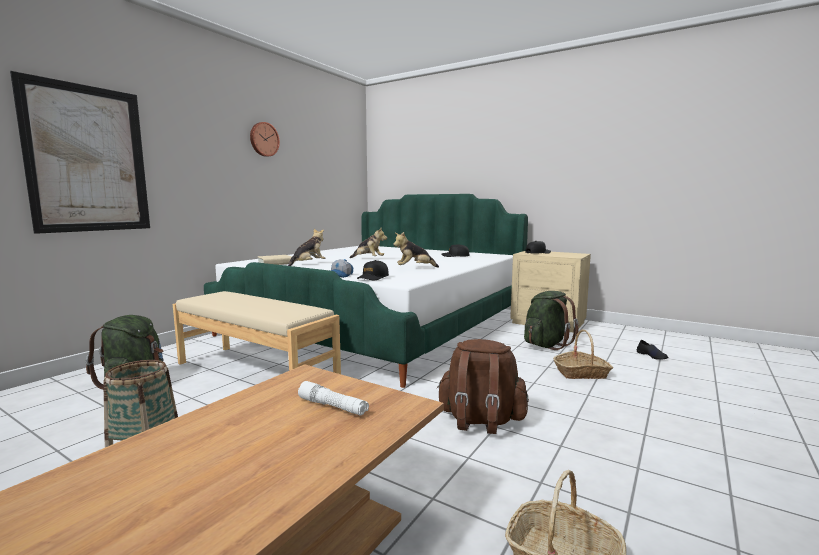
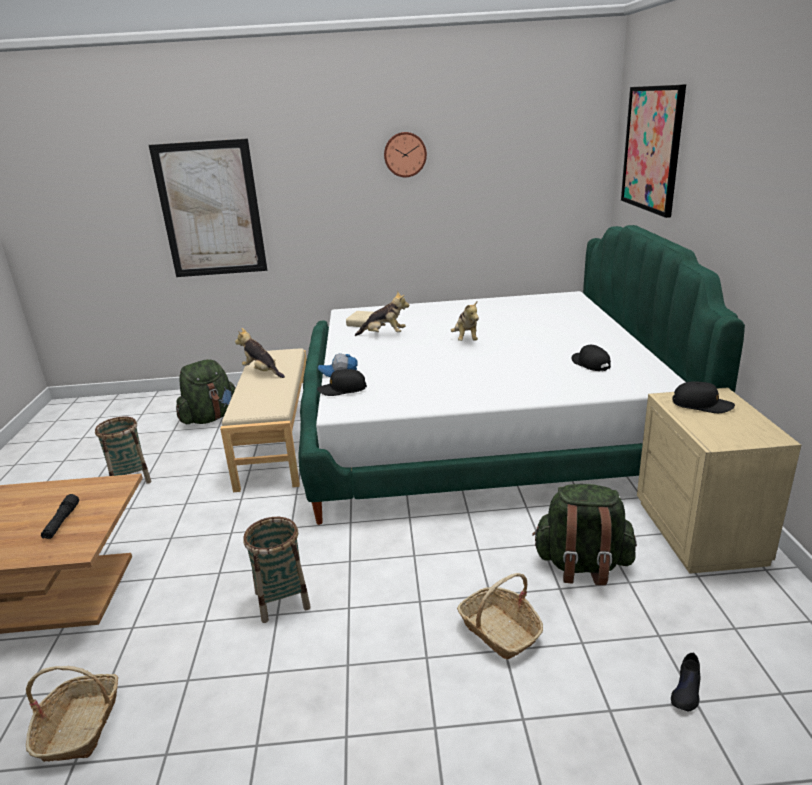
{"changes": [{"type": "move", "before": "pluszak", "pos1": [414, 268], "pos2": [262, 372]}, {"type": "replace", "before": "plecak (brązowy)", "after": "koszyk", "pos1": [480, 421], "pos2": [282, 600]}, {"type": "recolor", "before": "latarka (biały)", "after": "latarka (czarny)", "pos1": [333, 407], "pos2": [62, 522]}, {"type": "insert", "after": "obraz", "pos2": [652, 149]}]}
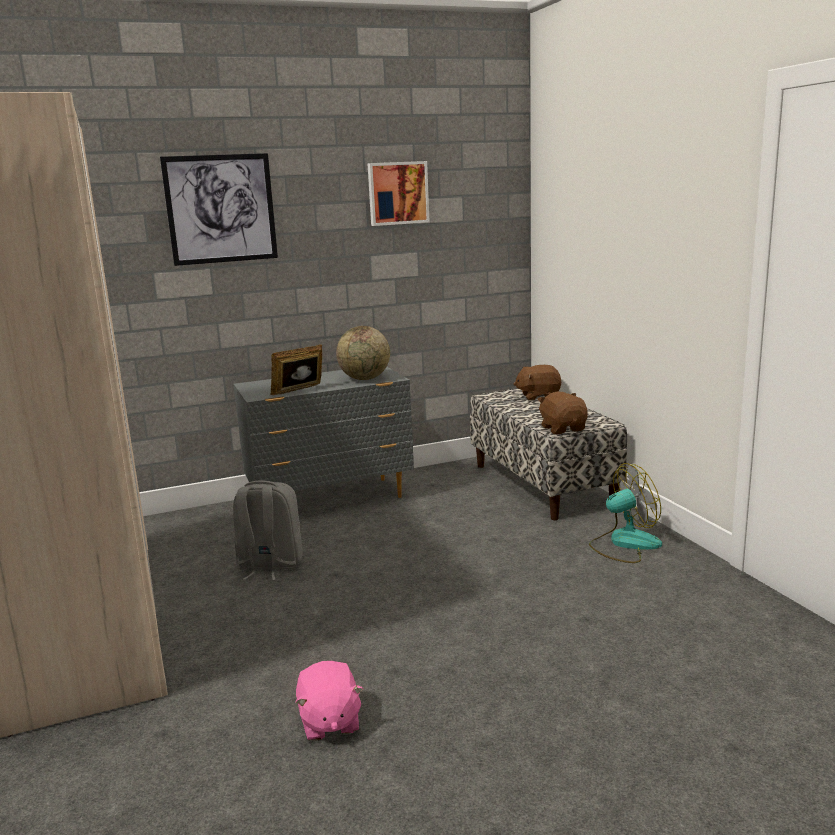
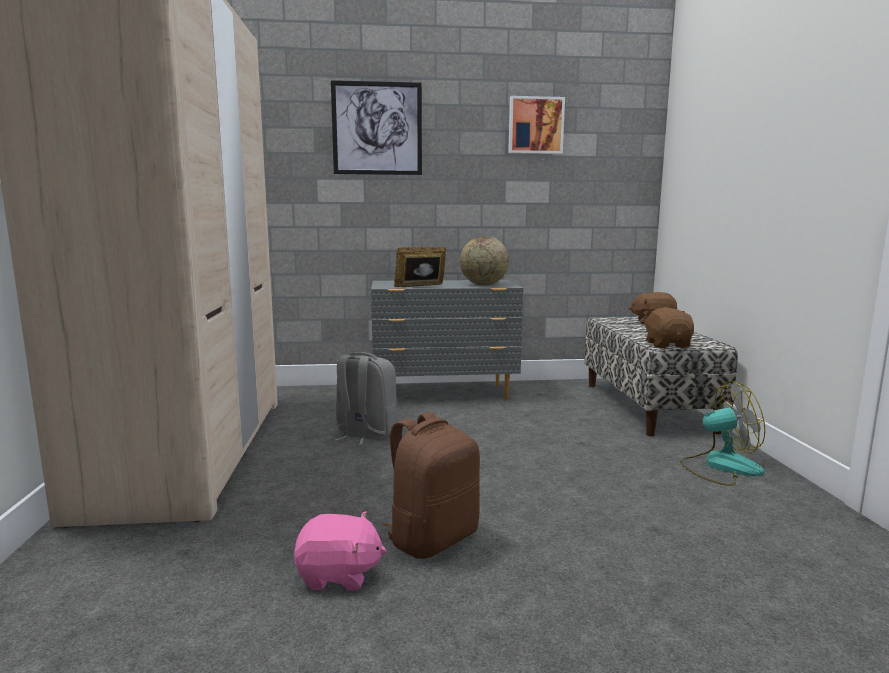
{"changes": [{"type": "rotate", "before": "pluszak (różowy)", "pos1": [329, 722], "pos2": [339, 575], "turn": -90}, {"type": "insert", "after": "plecak (brązowy)", "pos2": [432, 538]}]}
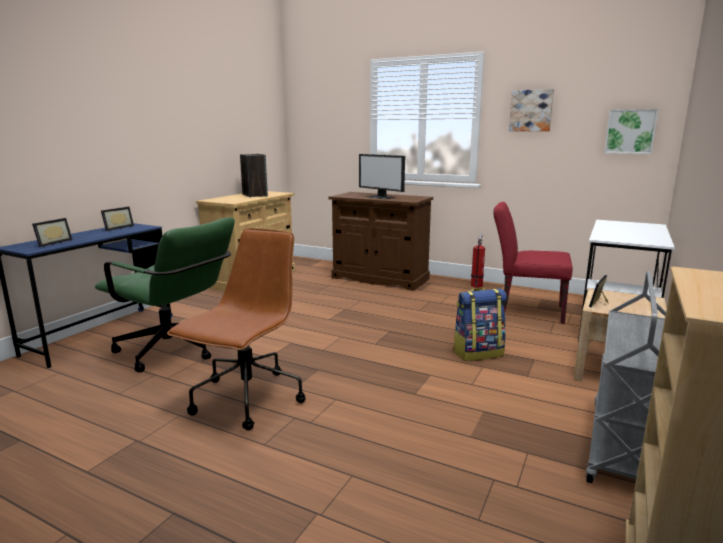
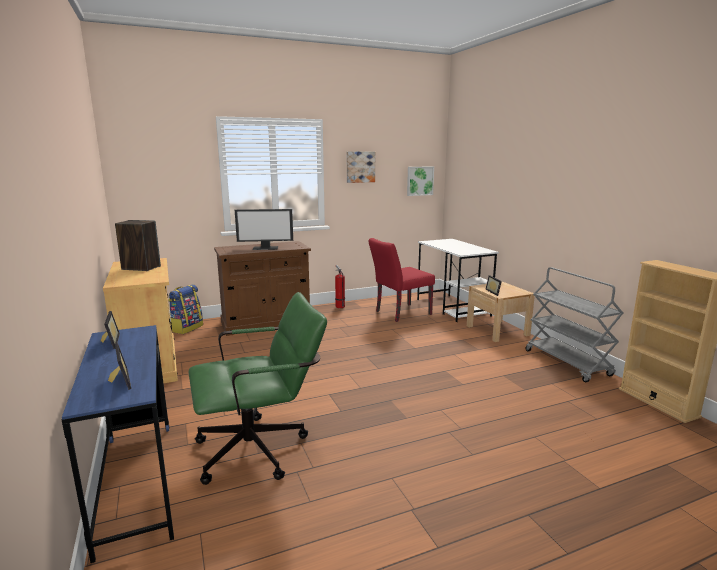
{"changes": [{"type": "delete", "before": "krzesło biurowe (brązowy)", "pos1": [247, 400]}, {"type": "move", "before": "plecak", "pos1": [478, 353], "pos2": [187, 328]}]}
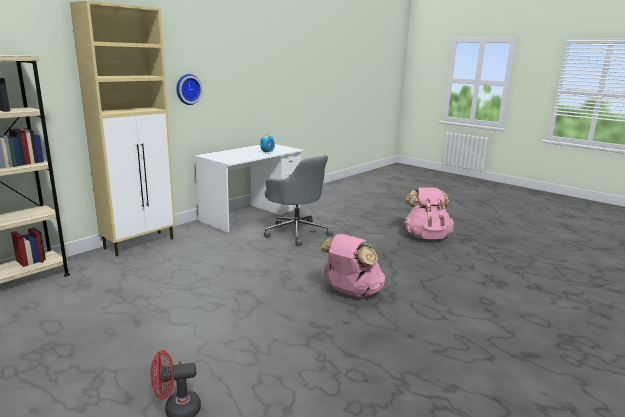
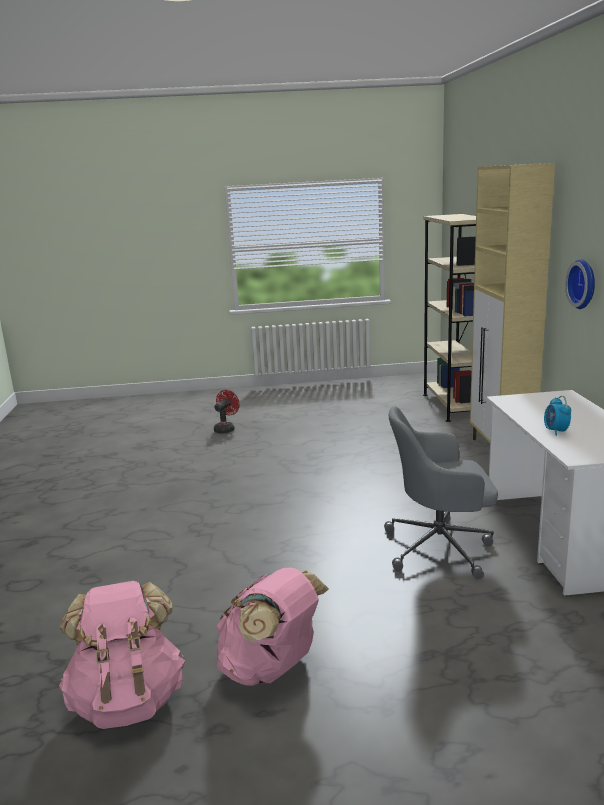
{"changes": [{"type": "move", "before": "plecak (różowy)", "pos1": [351, 292], "pos2": [128, 700]}]}
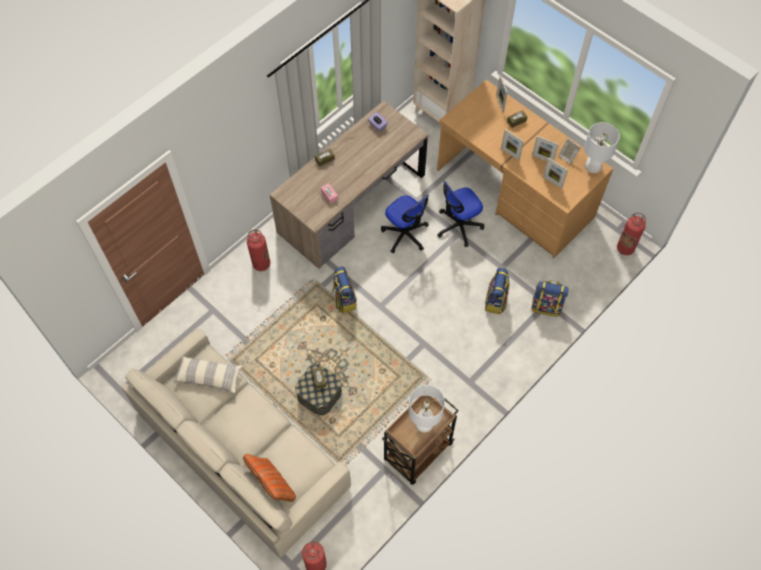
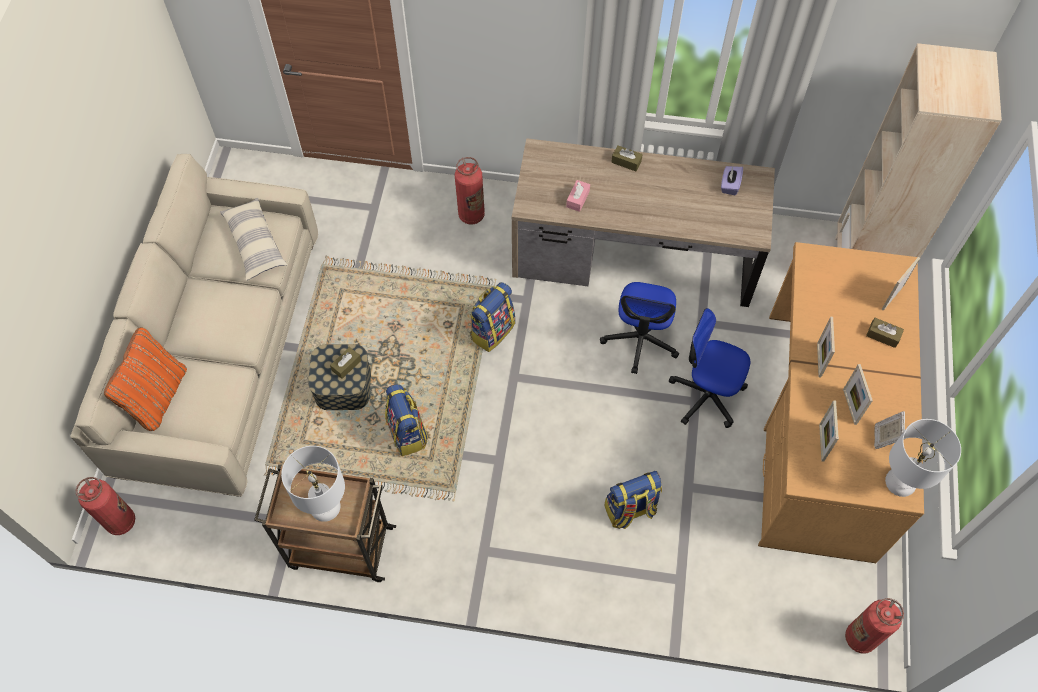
{"changes": [{"type": "move", "before": "plecak", "pos1": [546, 306], "pos2": [408, 433]}]}
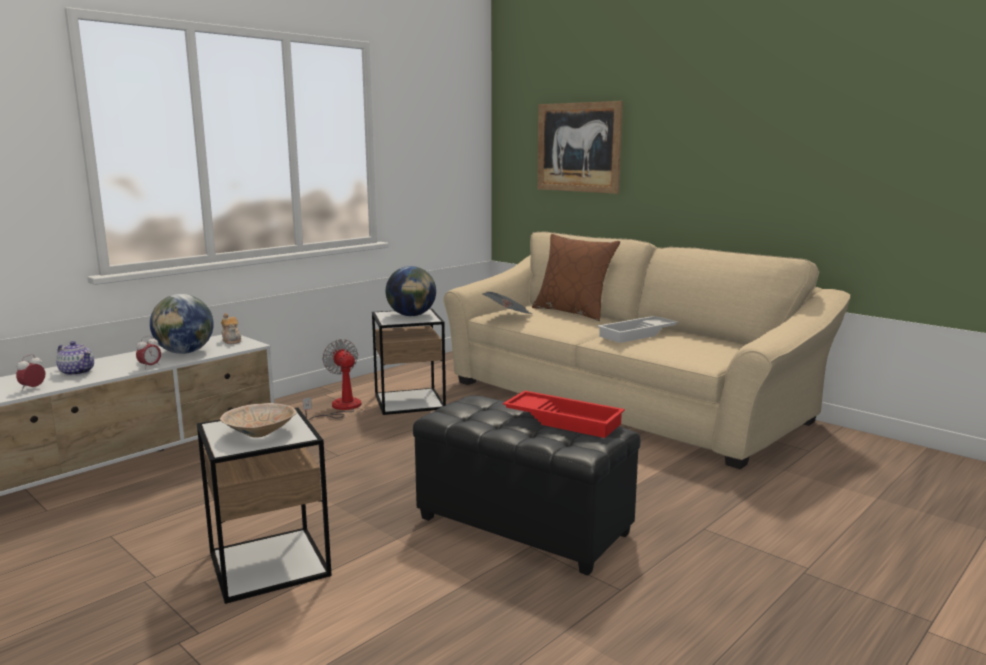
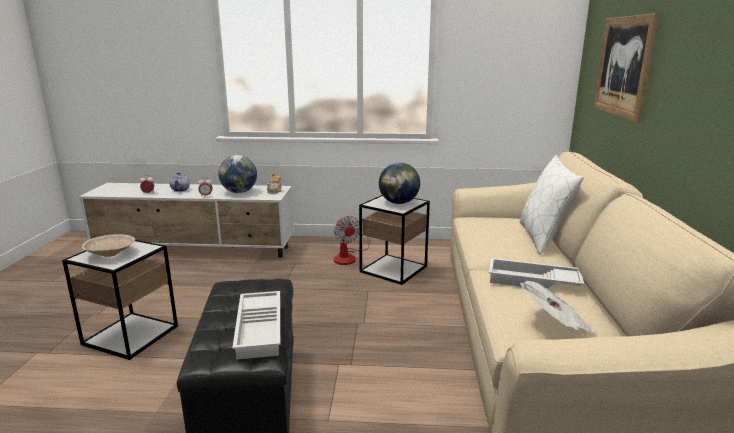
{"changes": [{"type": "recolor", "before": "poduszka (brązowy)", "after": "poduszka (biały)", "pos1": [573, 312], "pos2": [543, 238]}, {"type": "move", "before": "gazeta", "pos1": [508, 316], "pos2": [555, 324]}, {"type": "rotate", "before": "wentylator", "pos1": [340, 408], "pos2": [348, 257], "turn": 135}, {"type": "recolor", "before": "taca (czerwony)", "after": "taca (biały)", "pos1": [564, 420], "pos2": [261, 329]}]}
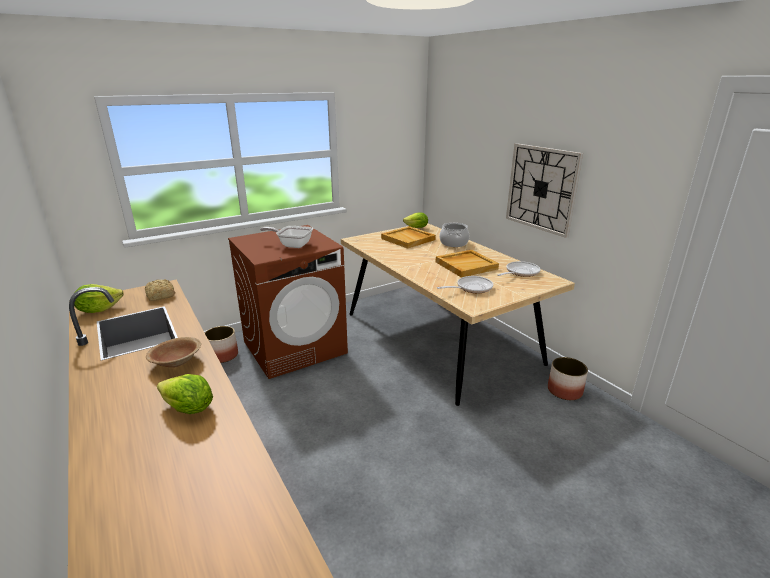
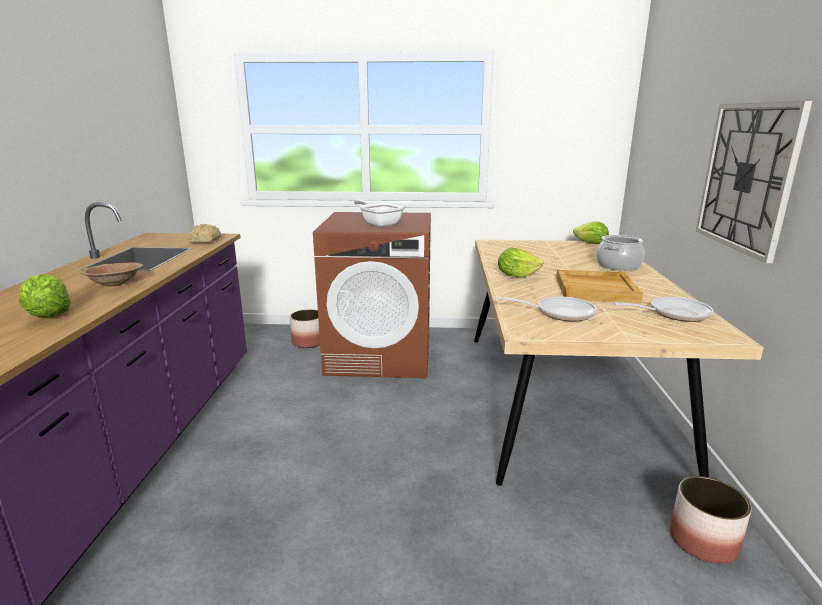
{"changes": [{"type": "delete", "before": "taca (beżowy)", "pos1": [408, 239]}, {"type": "move", "before": "sałata", "pos1": [99, 309], "pos2": [516, 275]}]}
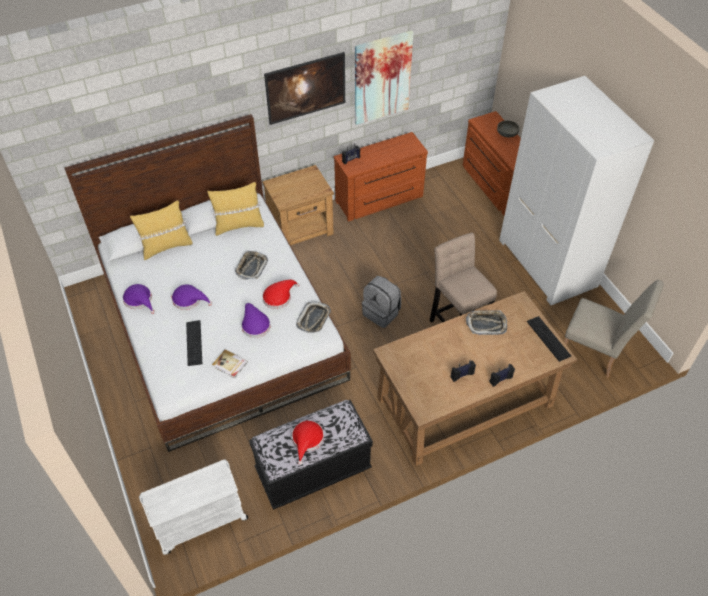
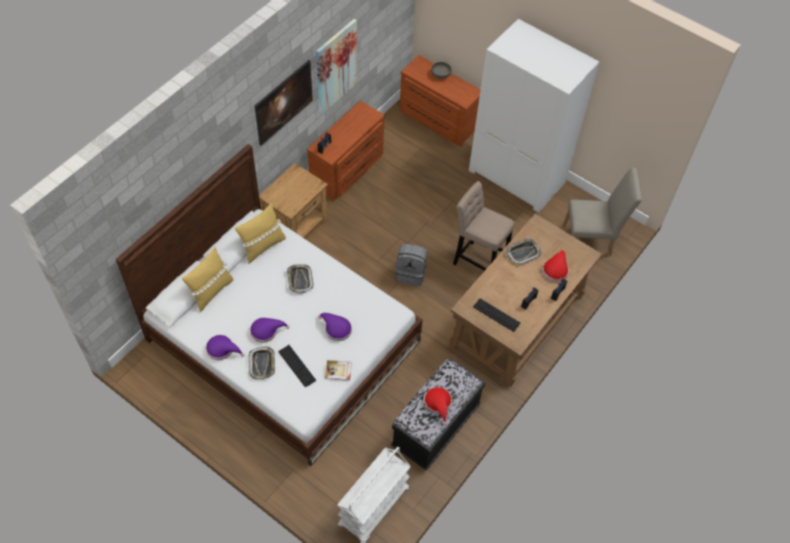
{"changes": [{"type": "move", "before": "kapelusz (czerwony)", "pos1": [279, 297], "pos2": [555, 269]}, {"type": "move", "before": "taca", "pos1": [314, 319], "pos2": [262, 364]}, {"type": "move", "before": "klawiatura", "pos1": [548, 338], "pos2": [496, 315]}]}
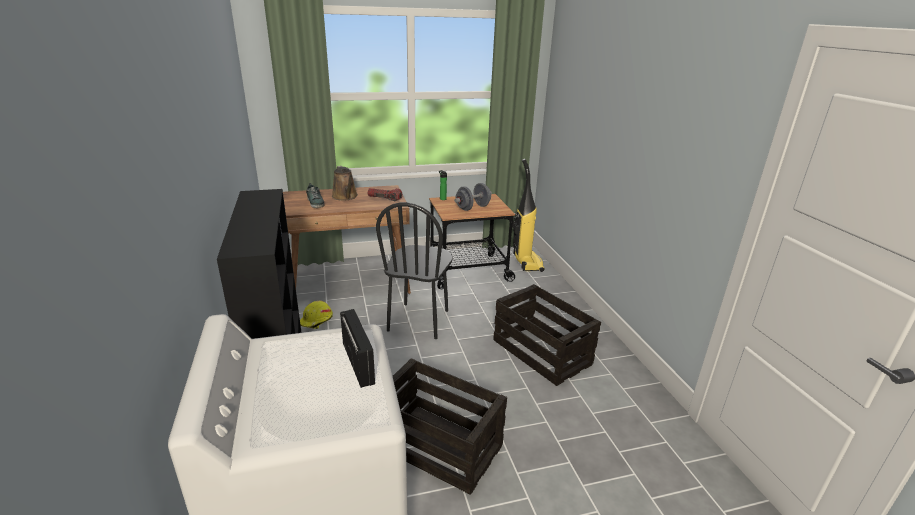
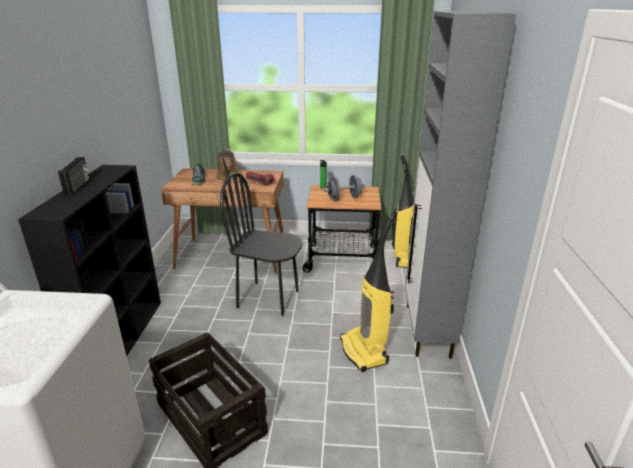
{"changes": [{"type": "rotate", "before": "krzesło (czarny)", "pos1": [419, 320], "pos2": [268, 298], "turn": 75}, {"type": "replace", "before": "skrzynka", "after": "odkurzacz", "pos1": [542, 352], "pos2": [364, 351]}, {"type": "delete", "before": "kask (żółty)", "pos1": [316, 321]}, {"type": "move", "before": "radio", "pos1": [359, 362], "pos2": [78, 187]}, {"type": "insert", "after": "szafka (szary)", "pos2": [427, 331]}]}
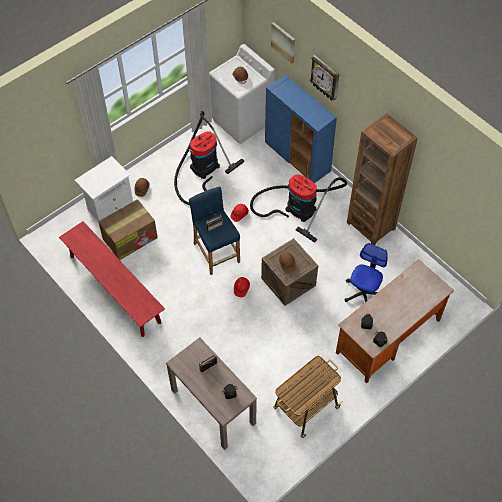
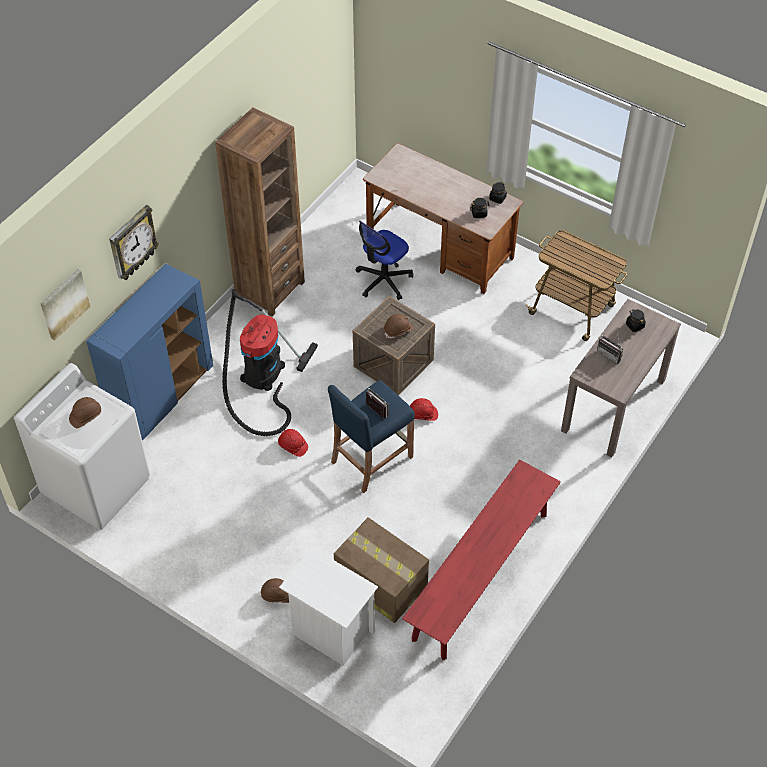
{"changes": [{"type": "delete", "before": "odkurzacz", "pos1": [203, 169]}, {"type": "rotate", "before": "krzesło biurowe", "pos1": [363, 293], "pos2": [383, 280], "turn": -60}]}
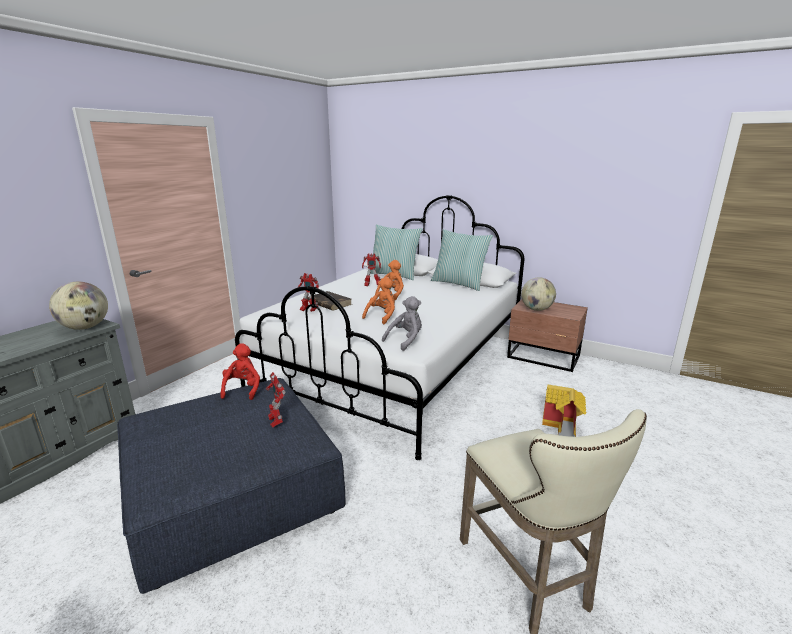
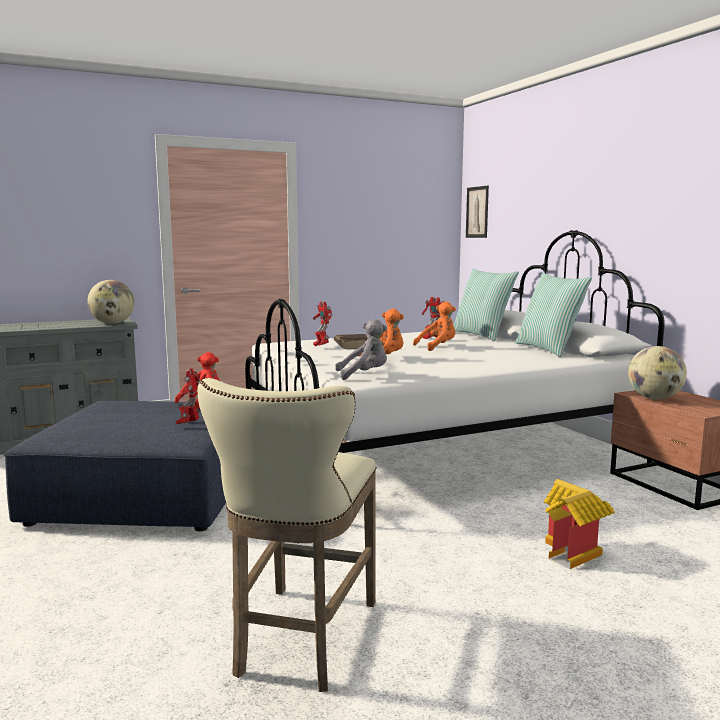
{"changes": [{"type": "insert", "after": "obraz", "pos2": [477, 212]}]}
